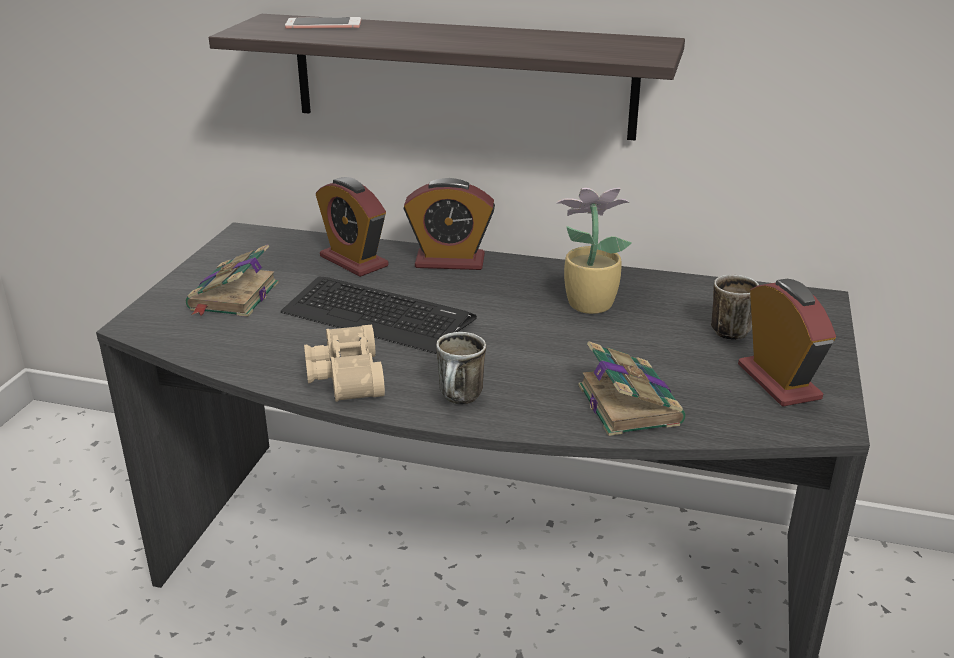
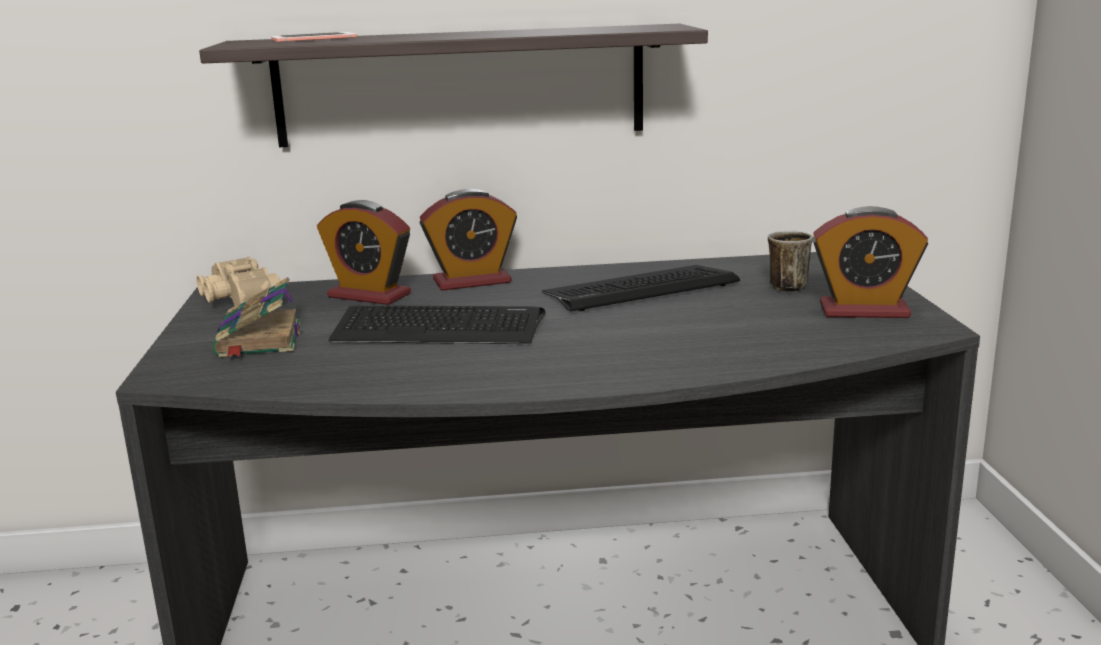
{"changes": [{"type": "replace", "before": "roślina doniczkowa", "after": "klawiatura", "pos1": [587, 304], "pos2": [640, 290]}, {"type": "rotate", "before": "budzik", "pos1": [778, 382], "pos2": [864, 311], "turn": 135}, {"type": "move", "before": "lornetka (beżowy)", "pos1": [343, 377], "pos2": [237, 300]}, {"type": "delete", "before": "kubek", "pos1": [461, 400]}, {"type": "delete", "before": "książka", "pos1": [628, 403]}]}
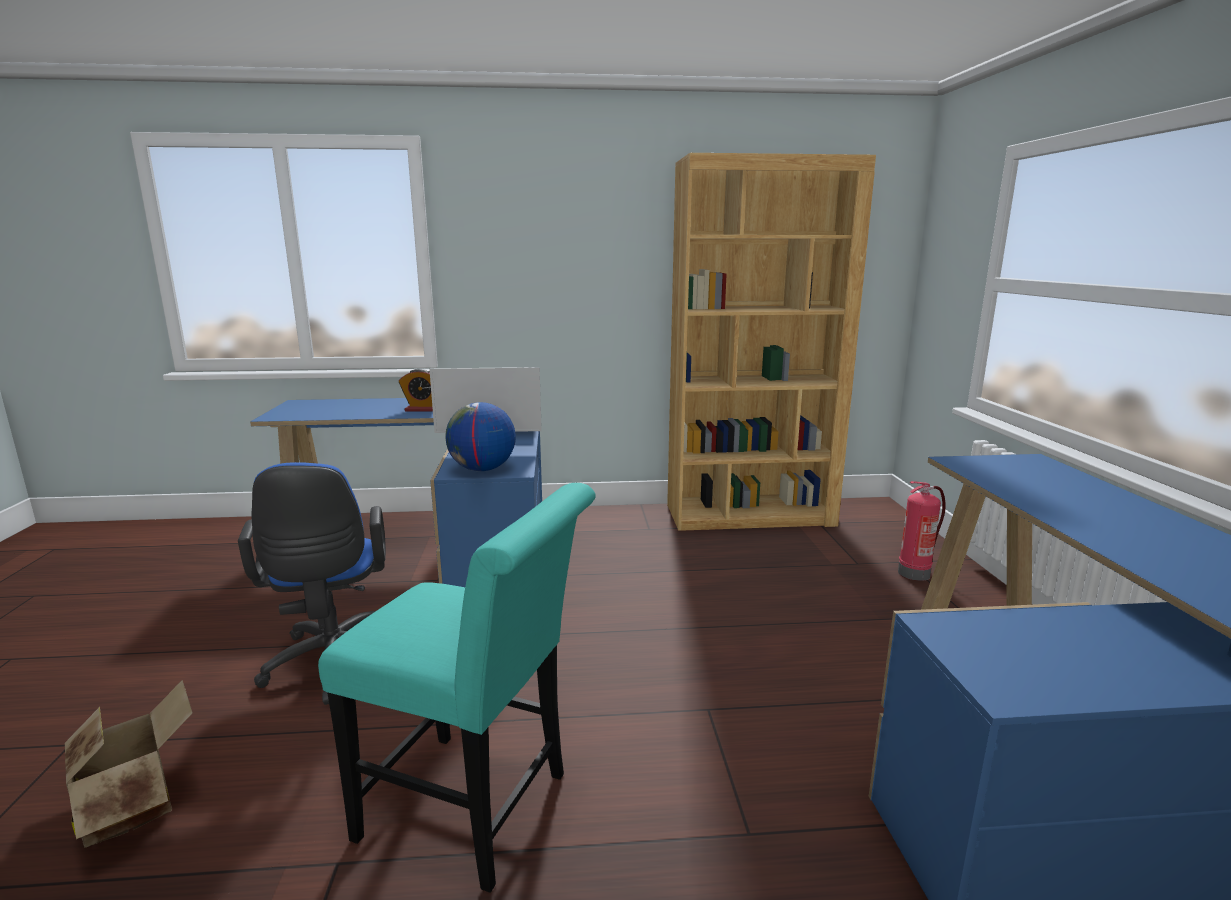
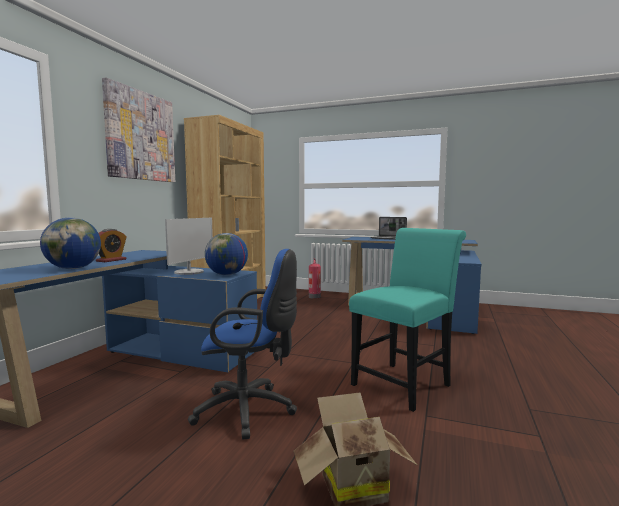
{"changes": [{"type": "insert", "after": "obraz", "pos2": [140, 136]}, {"type": "insert", "after": "laptop", "pos2": [388, 238]}, {"type": "insert", "after": "globus", "pos2": [73, 268]}]}
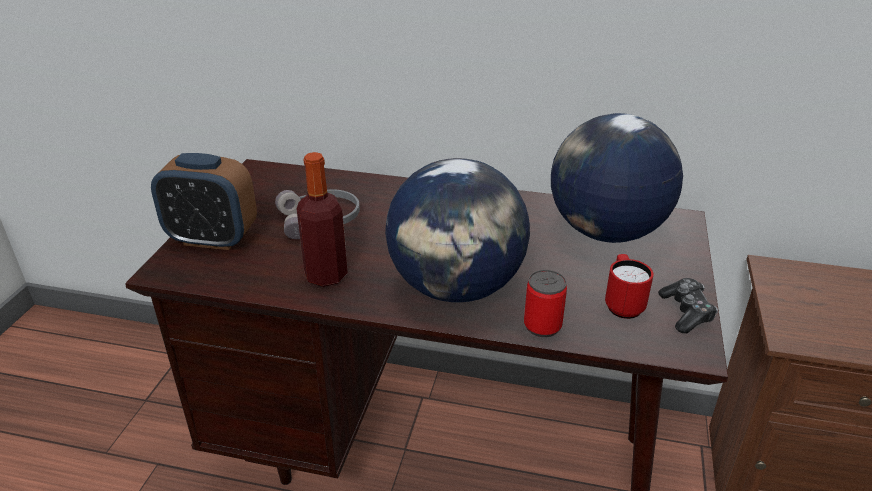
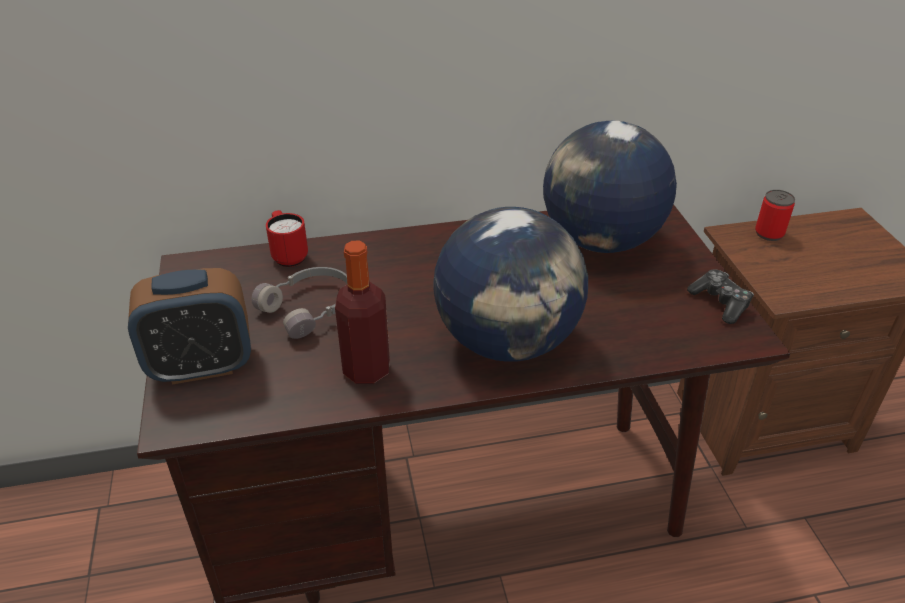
{"changes": [{"type": "move", "before": "kubek (czerwony)", "pos1": [622, 304], "pos2": [288, 255]}, {"type": "move", "before": "puszka", "pos1": [542, 326], "pos2": [769, 233]}]}
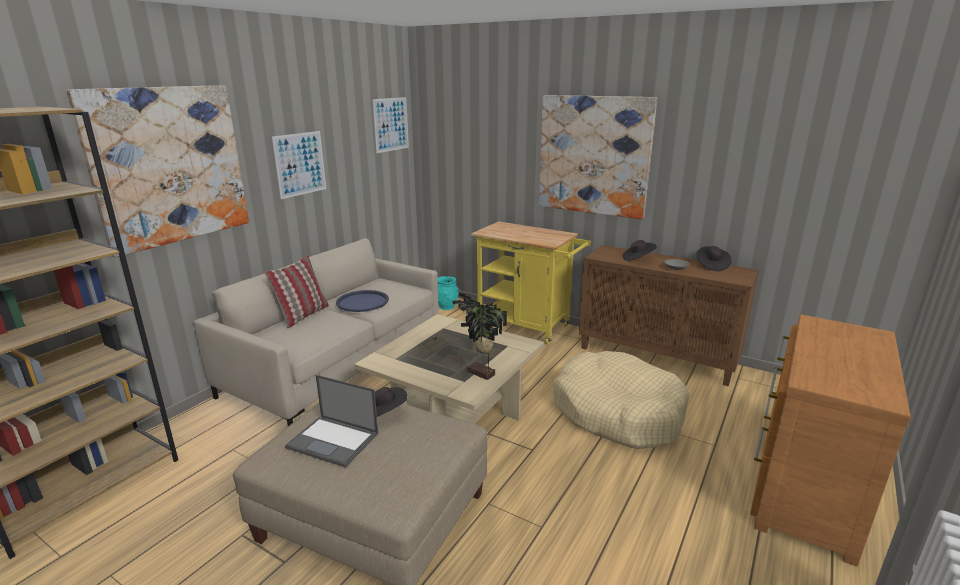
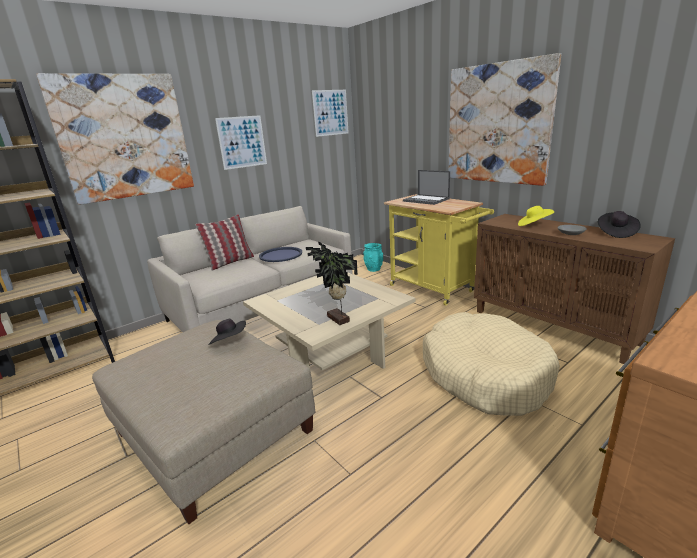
{"changes": [{"type": "recolor", "before": "kapelusz (czarny)", "after": "kapelusz (żółty)", "pos1": [638, 259], "pos2": [534, 225]}, {"type": "move", "before": "laptop", "pos1": [334, 440], "pos2": [426, 200]}]}
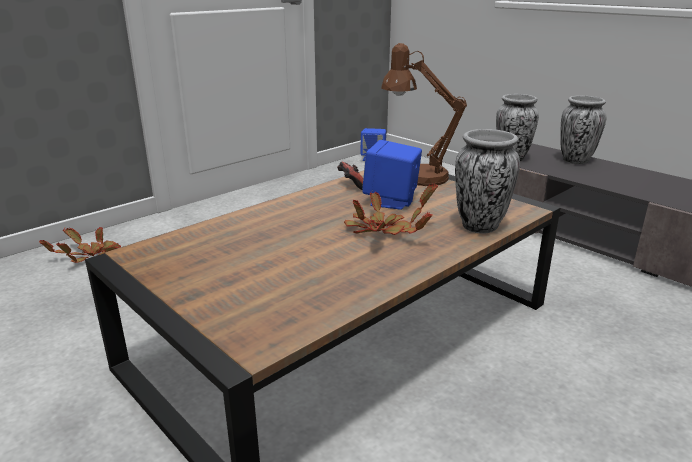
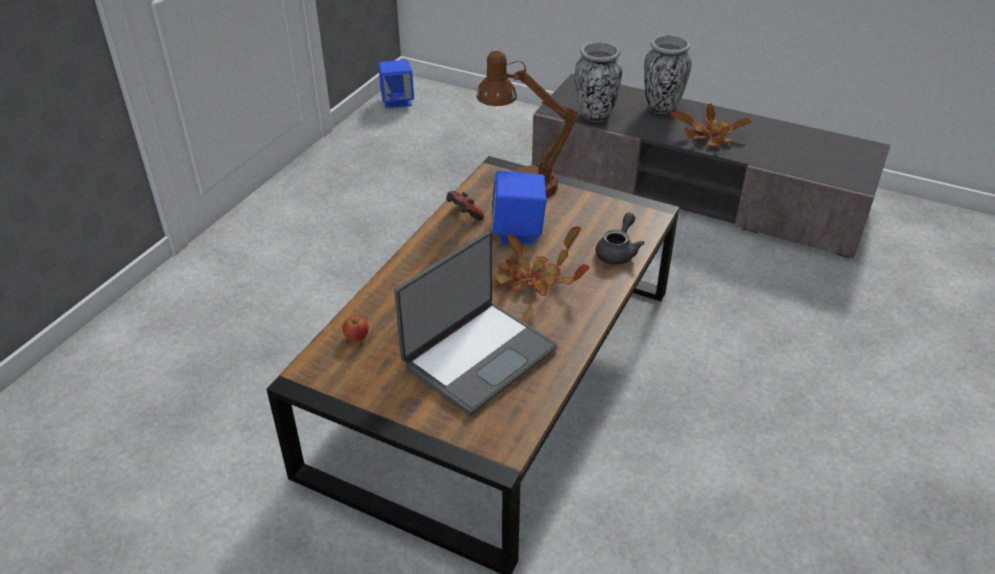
{"changes": [{"type": "replace", "before": "wazon", "after": "imbryk (szary)", "pos1": [479, 226], "pos2": [618, 252]}, {"type": "move", "before": "roślina doniczkowa", "pos1": [89, 256], "pos2": [709, 137]}, {"type": "insert", "after": "laptop", "pos2": [478, 356]}, {"type": "insert", "after": "jabłko", "pos2": [357, 337]}]}
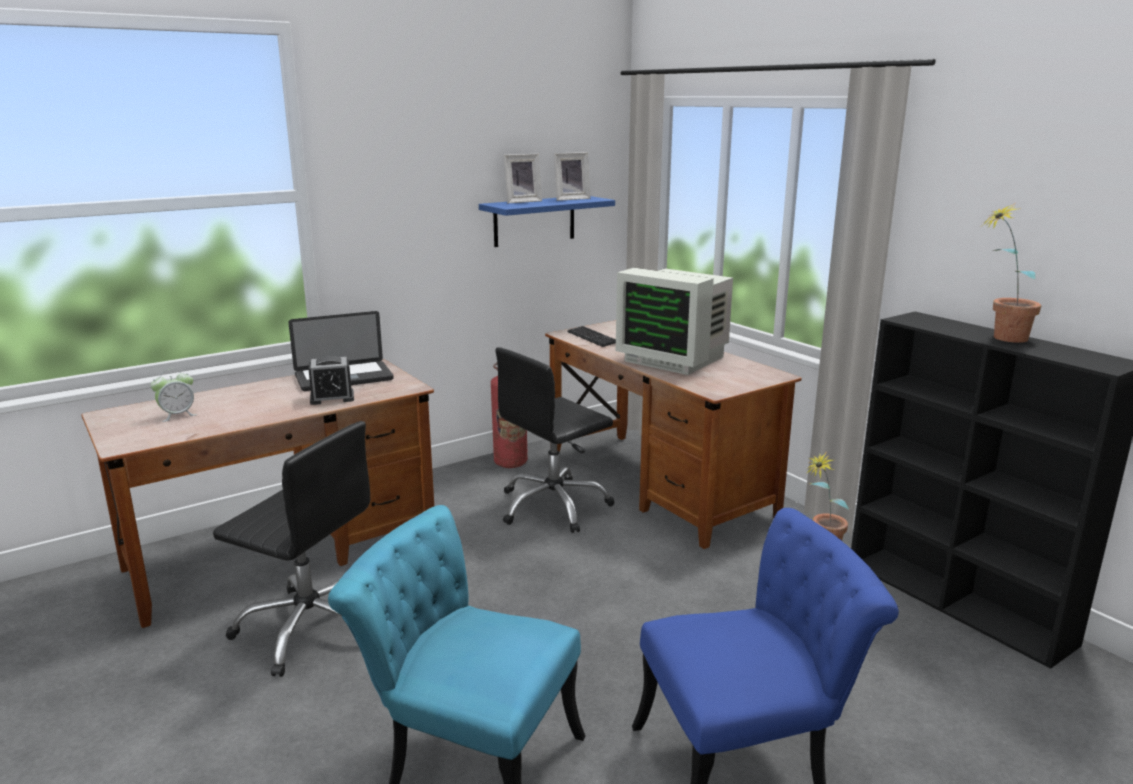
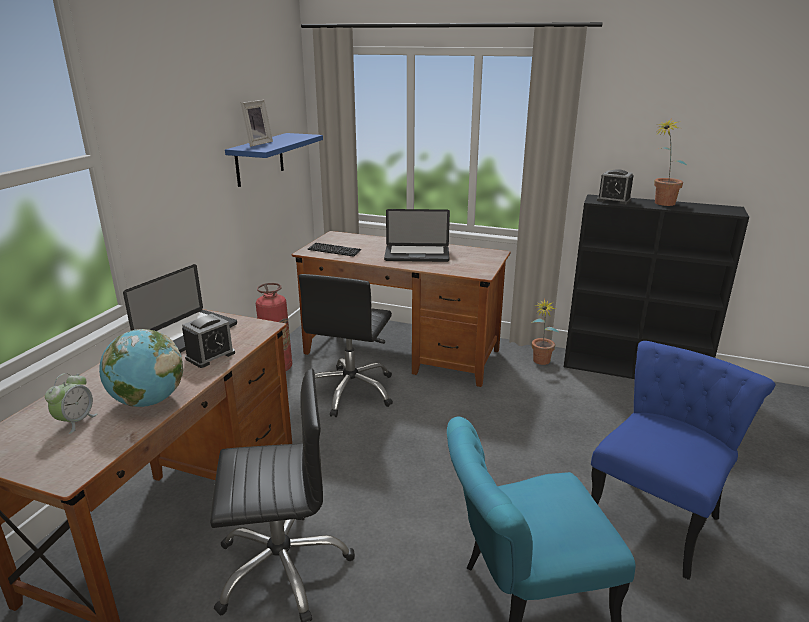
{"changes": [{"type": "delete", "before": "ramka na zdjęcie", "pos1": [570, 199]}, {"type": "replace", "before": "monitor", "after": "laptop", "pos1": [674, 359], "pos2": [417, 255]}, {"type": "insert", "after": "budzik", "pos2": [613, 200]}, {"type": "insert", "after": "globus", "pos2": [148, 401]}]}
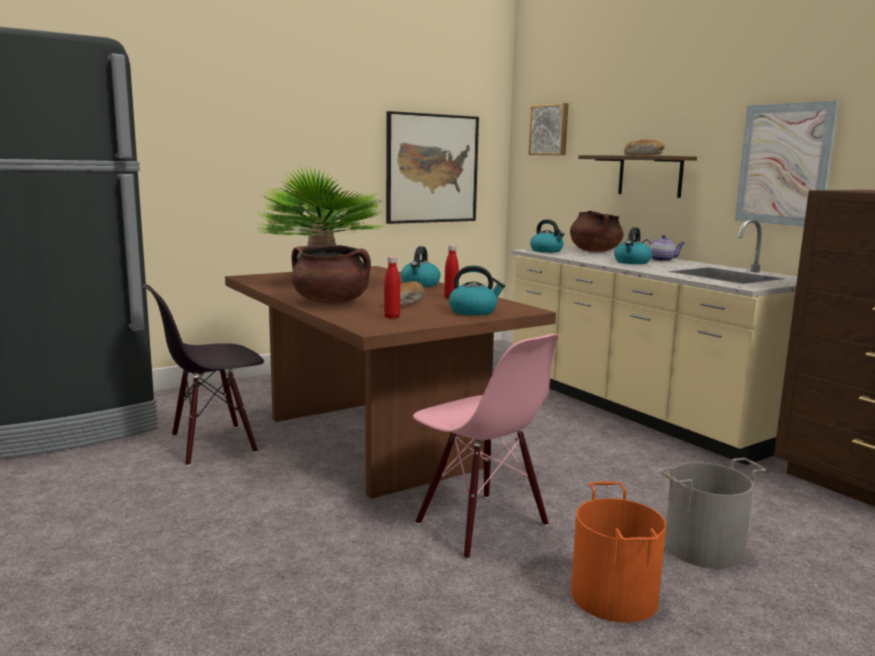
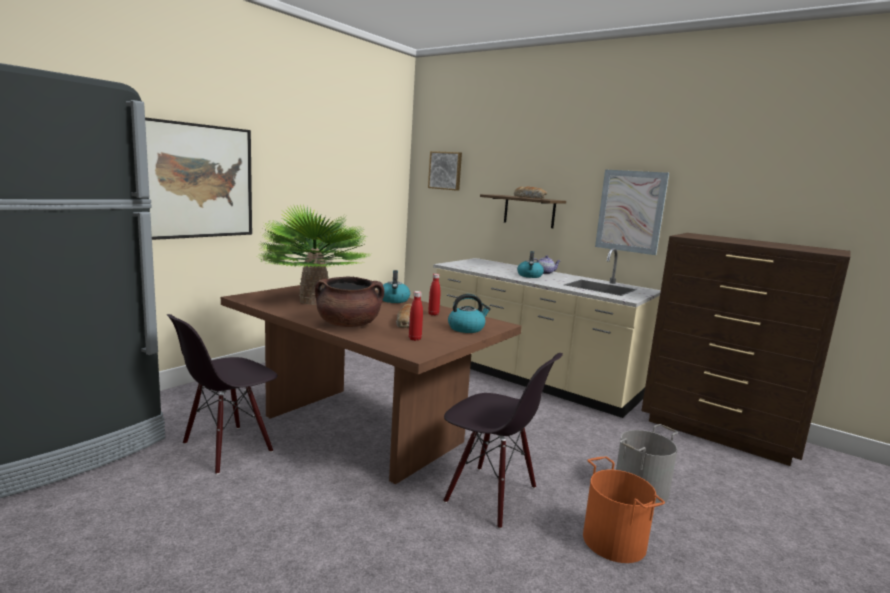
{"changes": [{"type": "move", "before": "obraz", "pos1": [432, 168], "pos2": [199, 181]}, {"type": "delete", "before": "garnek (brązowy)", "pos1": [595, 251]}, {"type": "delete", "before": "czajnik", "pos1": [547, 251]}, {"type": "recolor", "before": "krzesło (różowy)", "after": "krzesło (czarny)", "pos1": [480, 525], "pos2": [490, 495]}]}
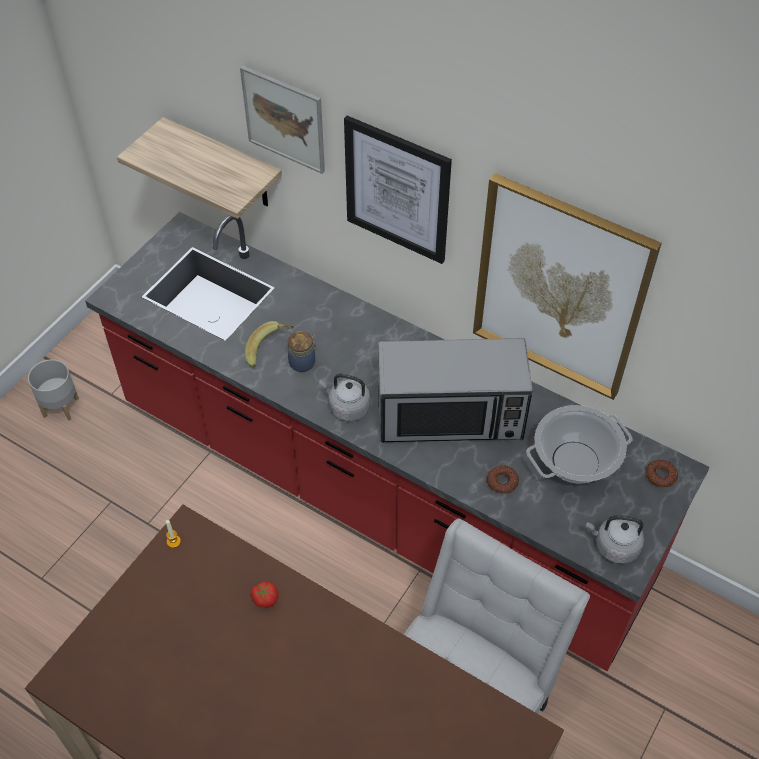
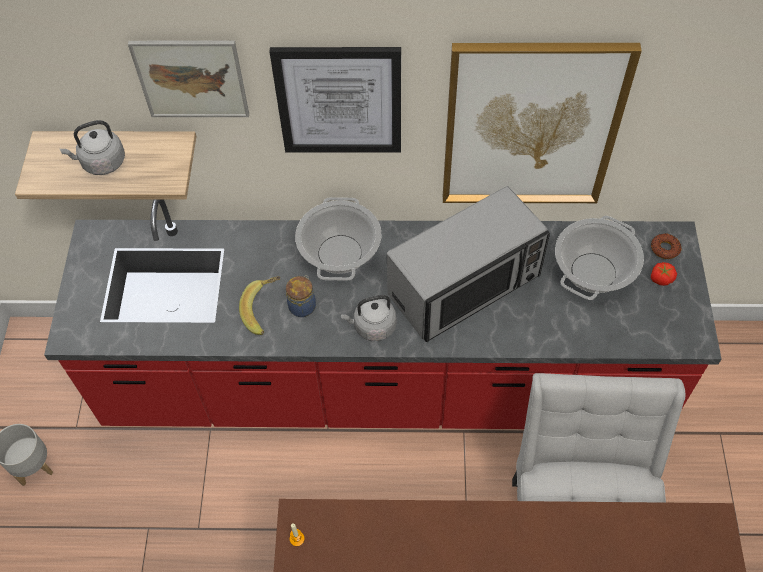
{"changes": [{"type": "delete", "before": "donut", "pos1": [502, 481]}, {"type": "move", "before": "czajnik (szary)", "pos1": [614, 546], "pos2": [101, 163]}, {"type": "move", "before": "pomidor", "pos1": [265, 598], "pos2": [661, 278]}, {"type": "insert", "after": "garnek", "pos2": [340, 254]}]}
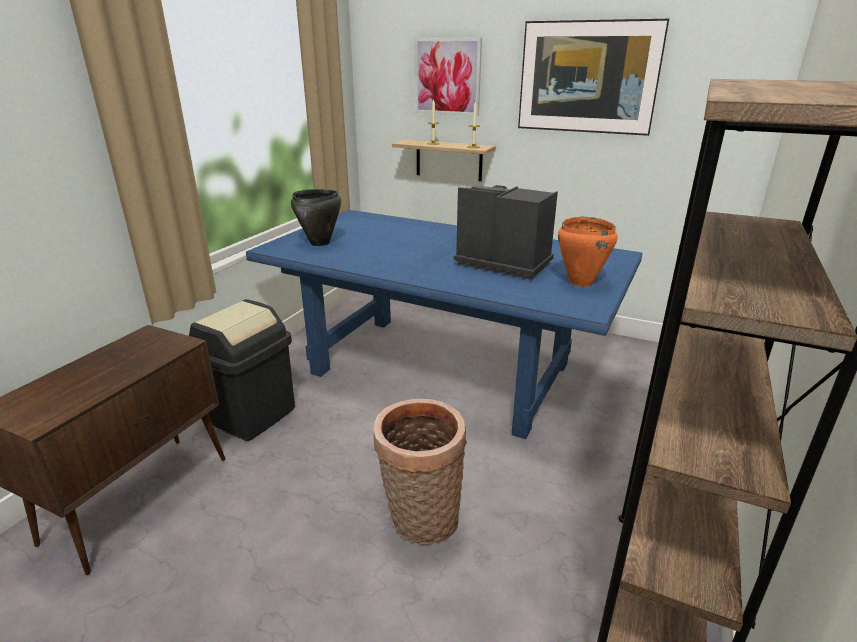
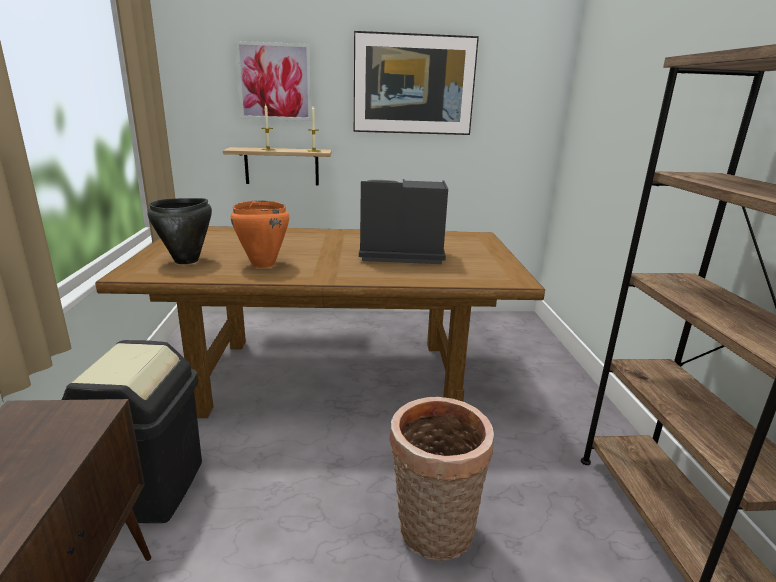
{"changes": [{"type": "recolor", "before": "stół jadalny (niebieski)", "after": "stół jadalny (brązowy)", "pos1": [440, 368], "pos2": [332, 376]}, {"type": "move", "before": "garnek (pomarańczowy)", "pos1": [580, 282], "pos2": [263, 264]}]}
